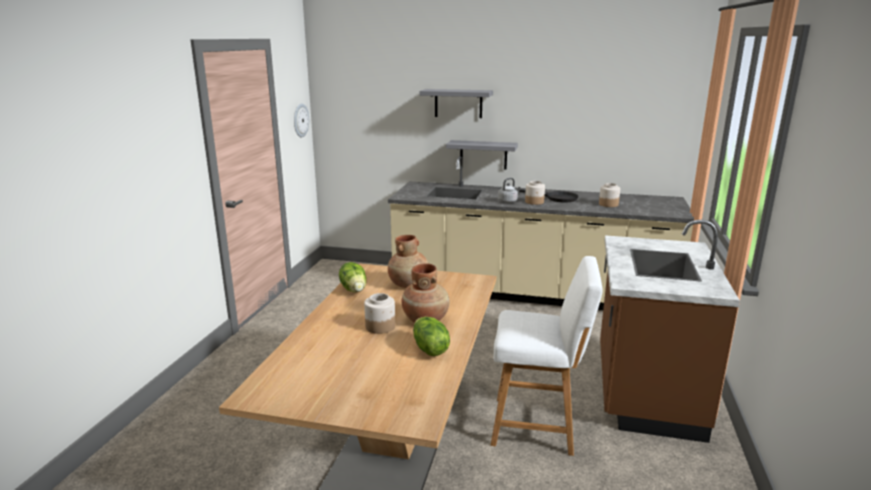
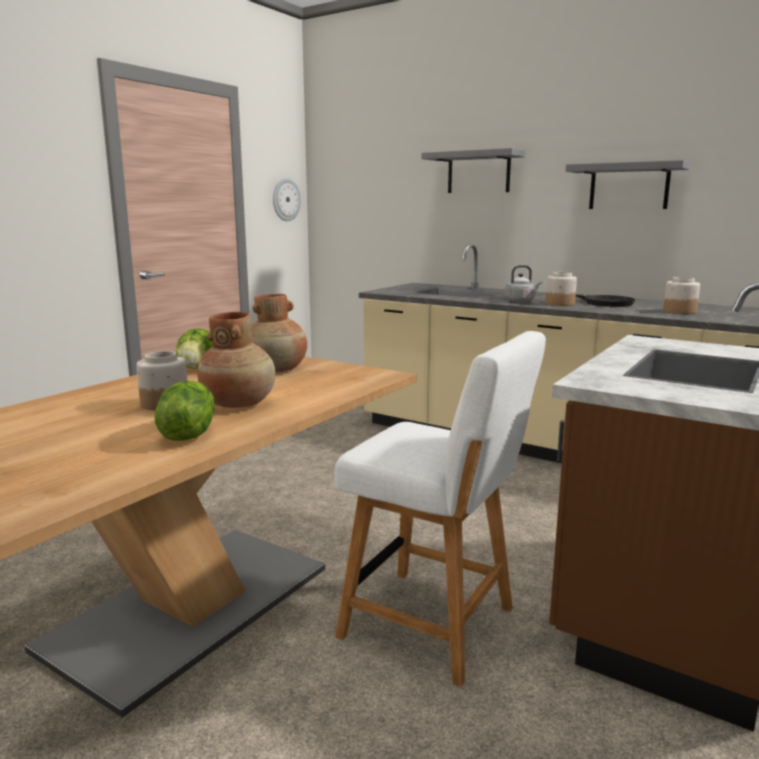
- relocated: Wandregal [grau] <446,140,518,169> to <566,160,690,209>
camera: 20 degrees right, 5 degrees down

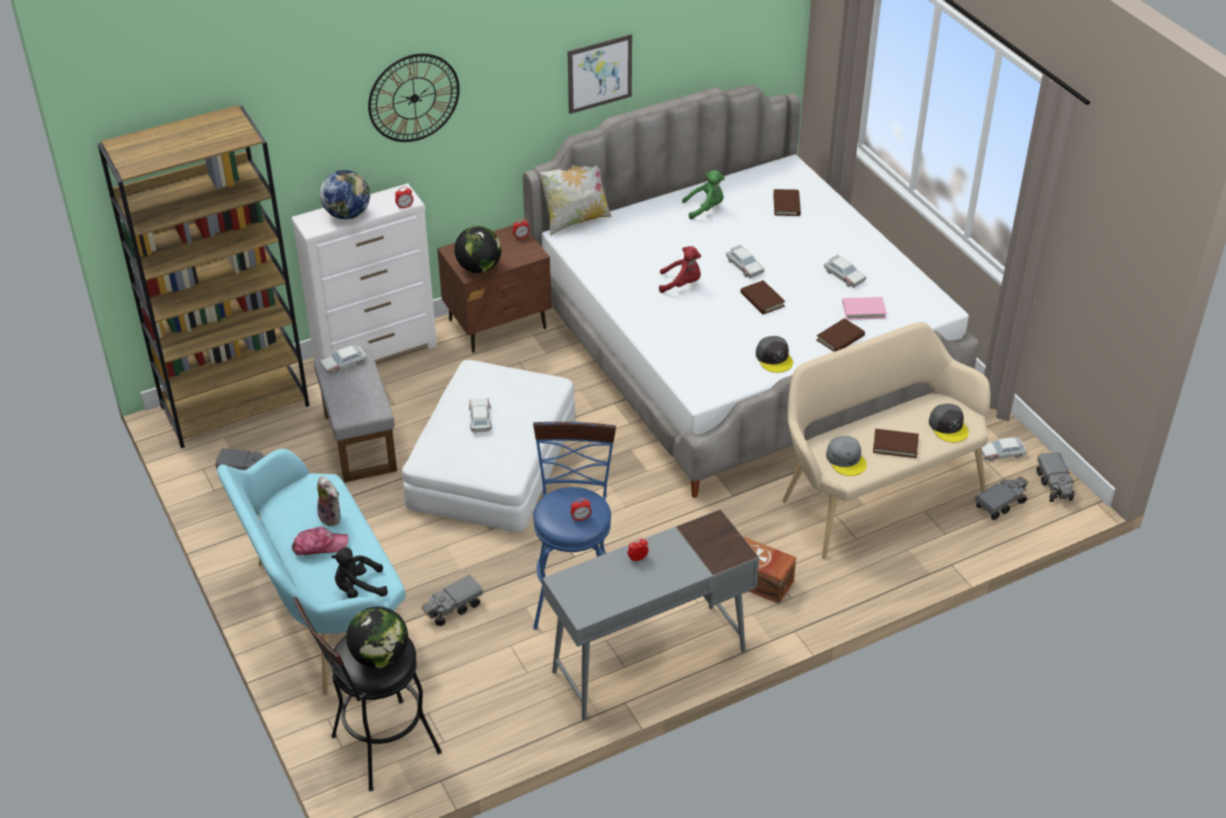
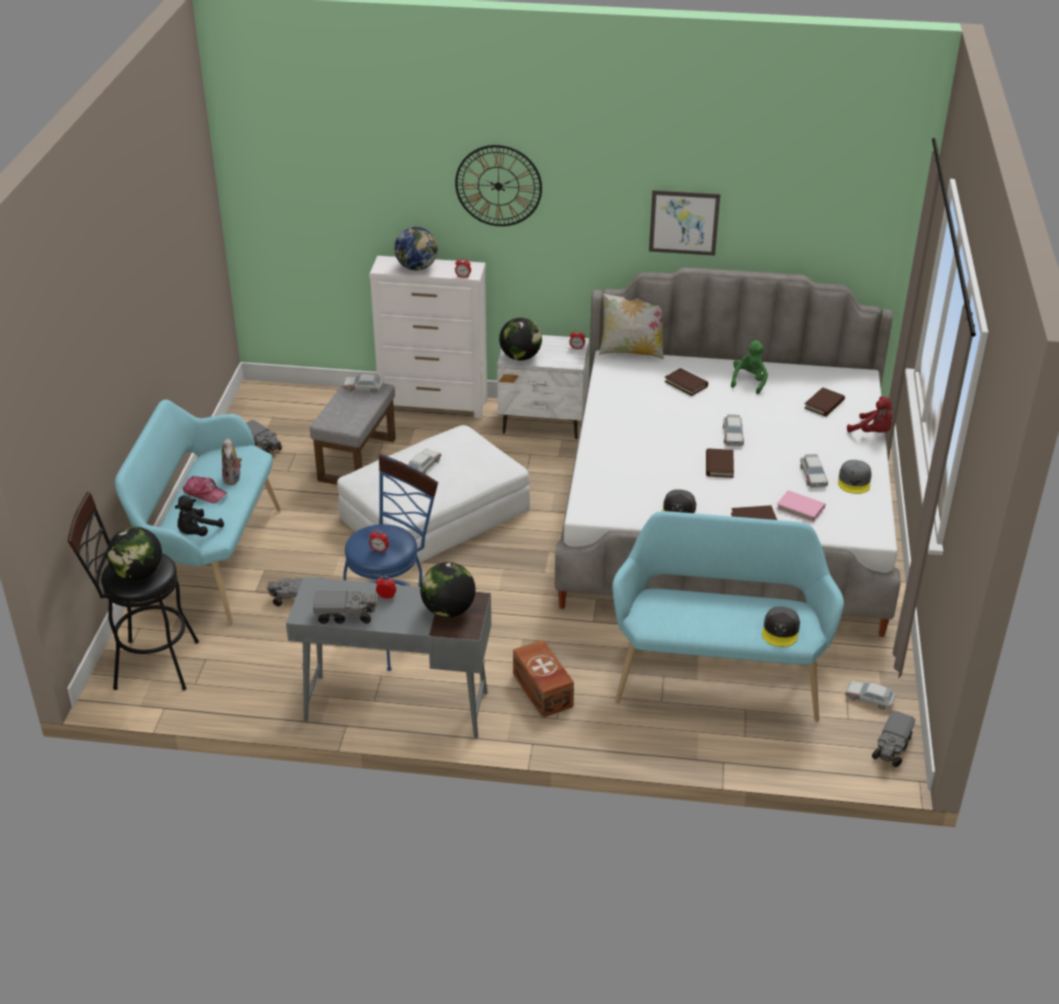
- spun: Plüschtier [schwarz] <332,547,388,598> = <175,496,224,536> 75 degrees counterclockwise
- relocated: Spielzeuglaster <975,475,1029,520> to <313,591,379,624>
- appeared: Globus <420,562,476,617>
- colour: Nachttisch [braun] <437,225,551,353> to Nachttisch [weiß] <497,335,589,439>
- colour: Bank [beige] <783,322,990,559> to Bank [türkis] <612,511,844,722>
- relocated: Buch [braun] <873,429,919,458> to <664,368,708,396>
- spun: Plüschtier [grün] <682,170,725,219> = <731,340,768,394> 90 degrees counterclockwise
- relocated: Kappe [grau] <826,436,867,476> to <838,460,872,494>
- relocated: Plüschtier [rot] <659,246,701,293> to <847,396,892,433>
- missing: Bücherregal [braun] <98,105,310,448>
camera: 35 degrees right, 5 degrees down

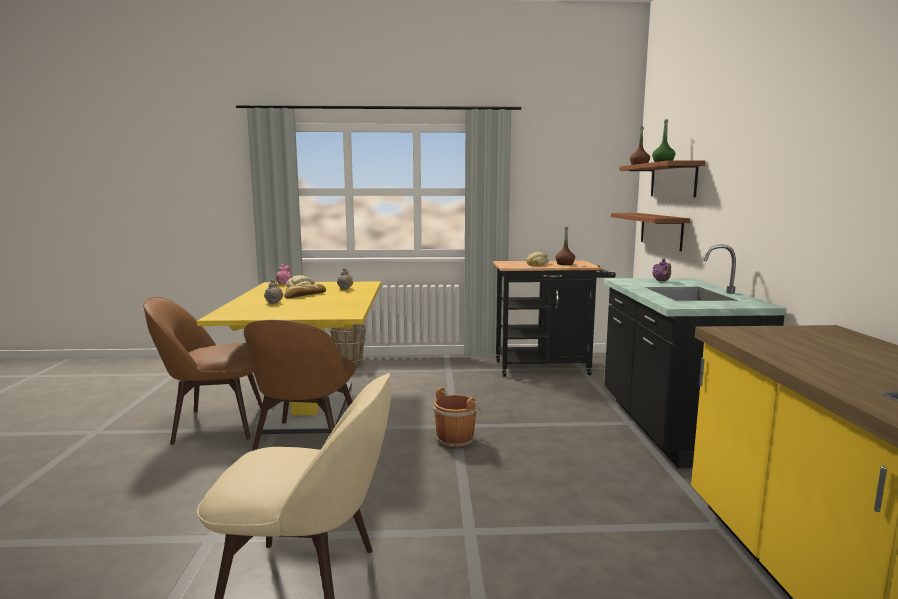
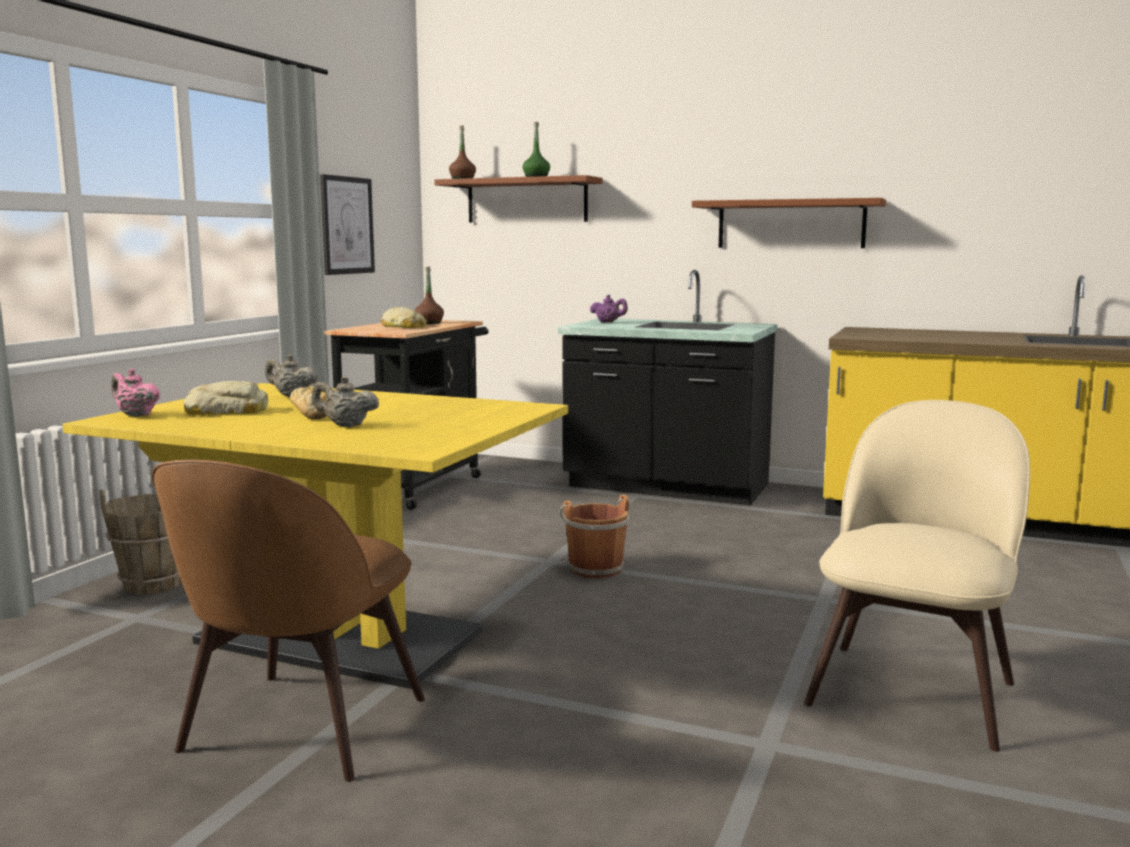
- appeared: Bild <320,174,375,275>
- relocated: Wandregal [braun] <611,213,690,251> to <692,198,887,248>
- missing: Stuhl [braun] <244,320,356,451>
camera: 65 degrees left, 0 degrees up

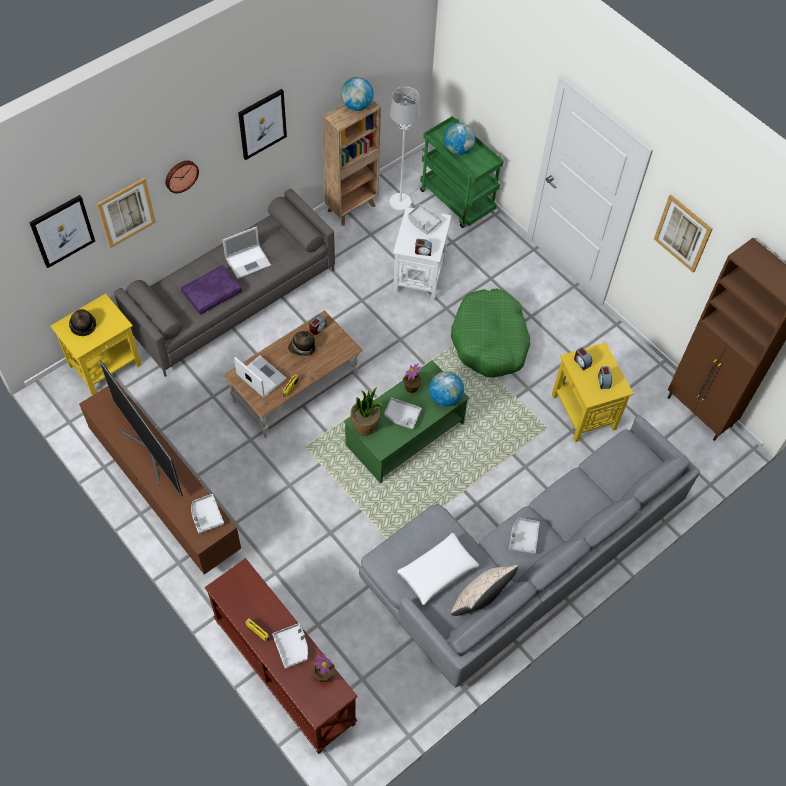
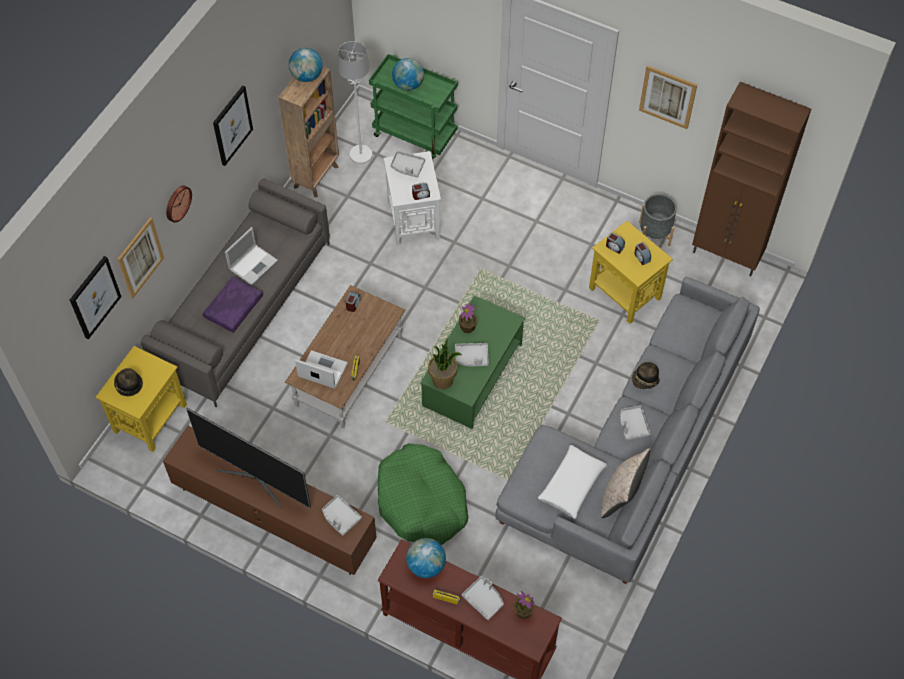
- relocated: Hundebett [grün] <451,288,530,378> to <378,443,468,545>
- relocated: Globus <429,371,464,406> to <406,538,446,578>
- relocated: Hut <288,331,315,356> to <632,362,659,389>
- appeared: Pflanzkübel [grau] <639,194,677,246>
camera: 20 degrees left, 0 degrees up

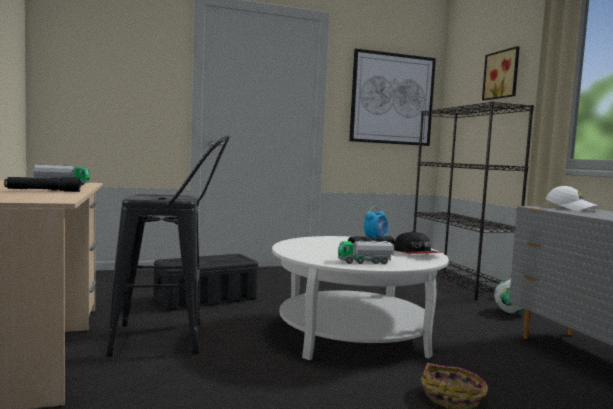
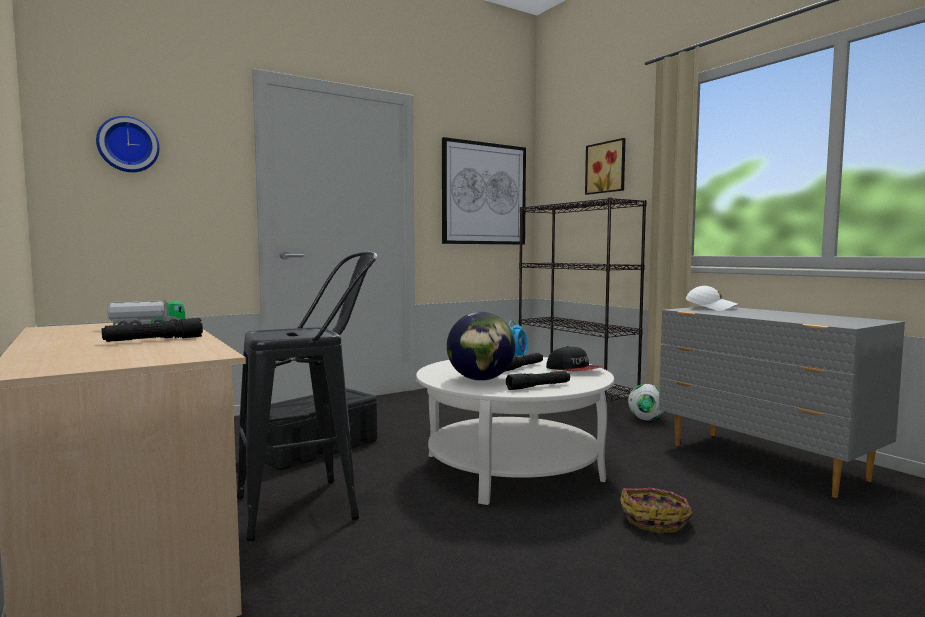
- appeared: Wanduhr <96,116,160,172>
- appeared: Globus <447,312,515,381>
- exchanged: Spielzeuglaster <338,241,394,264> to Taschenlampe [schwarz] <506,371,570,390>
camera: 15 degrees left, 0 degrees up

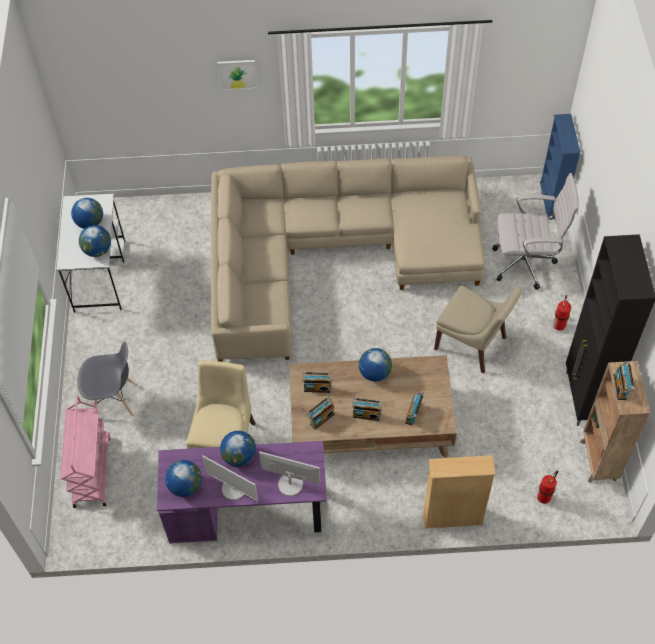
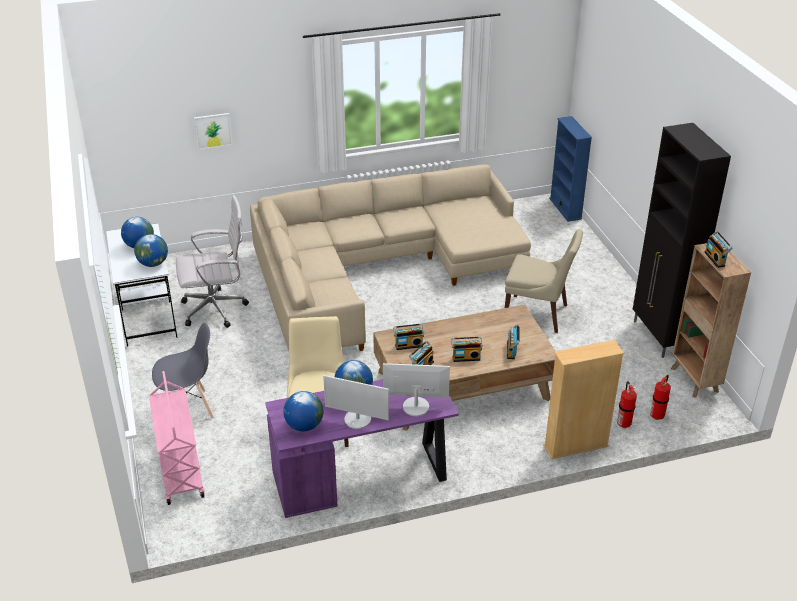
- relocated: Bürostuhl [weiß] <492,173,579,290> to <176,195,249,328>
- relocated: Bild <217,60,257,91> to <194,113,233,150>
- relocated: Feuerlöscher <553,295,571,331> to <617,381,637,428>
- missing: Globus <359,348,392,381>
camera: 15 degrees left, 20 degrees down

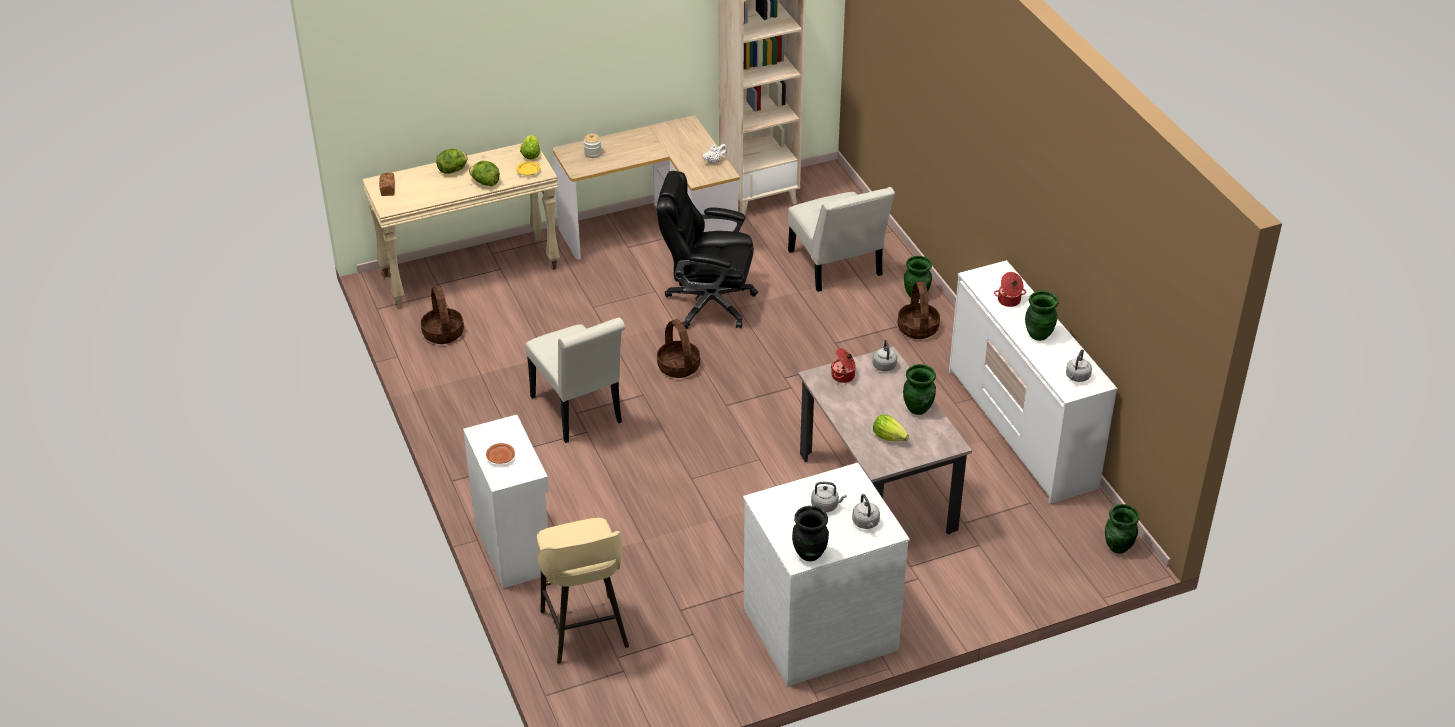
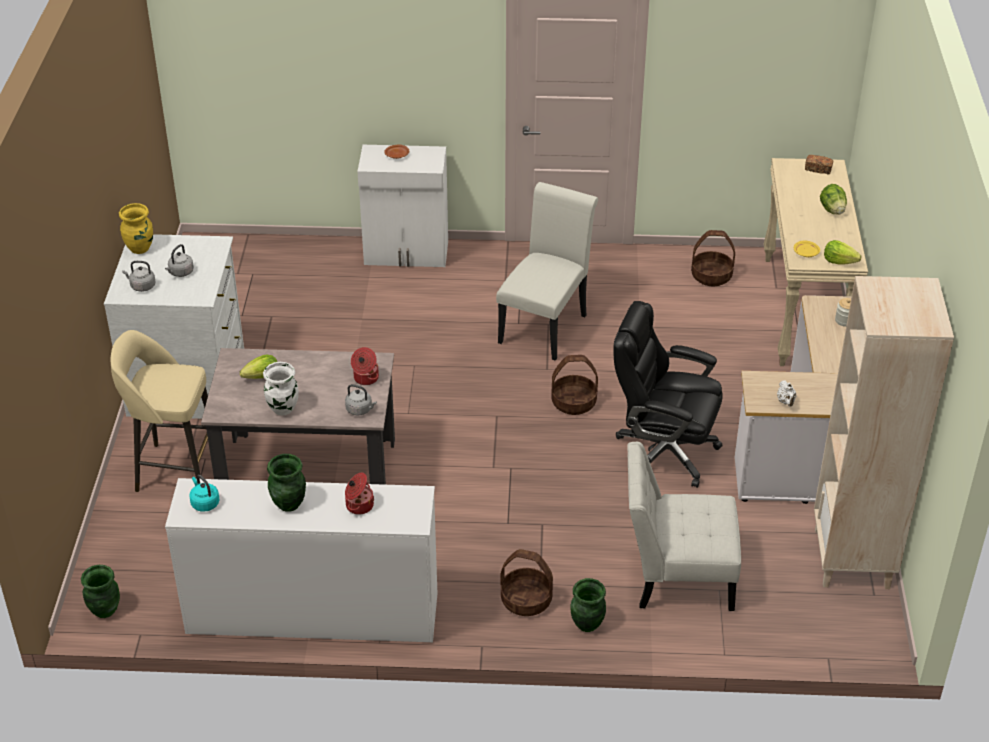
- relocated: Hocker [beige] <537,518,629,664> to <111,330,208,492>
- colour: Vase [schwarz] <792,506,829,561> to Vase [gelb] <119,203,153,254>
- colour: Wasserkessel [grau] <1066,349,1092,382> to Wasserkessel [türkis] <189,475,220,512>
- colour: Vase [grün] <903,364,936,415> to Vase [weiß] <263,362,299,416>
- spun: Stuhl [weiß] <525,318,625,443> = <496,182,598,361> 120 degrees clockwise
- spun: Bürostuhl [schwarz] <657,171,758,329> = <614,301,723,488> 105 degrees counterclockwise
- missing: Salatkopf <469,161,500,186>
camera: 115 degrees right, 0 degrees up

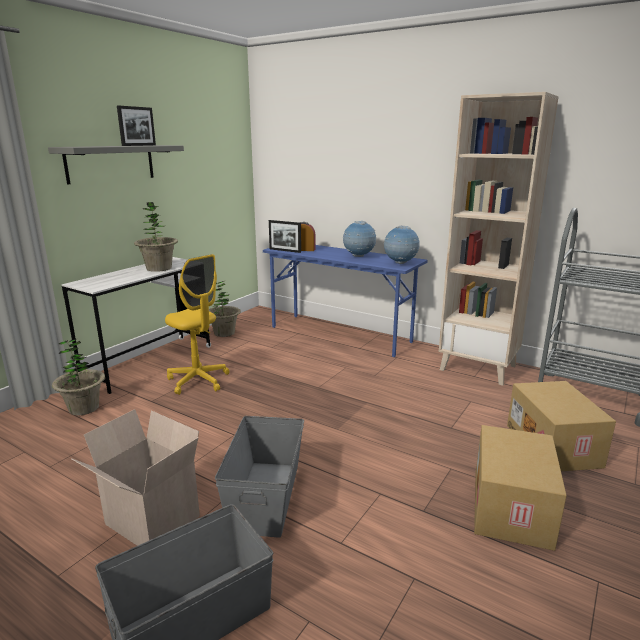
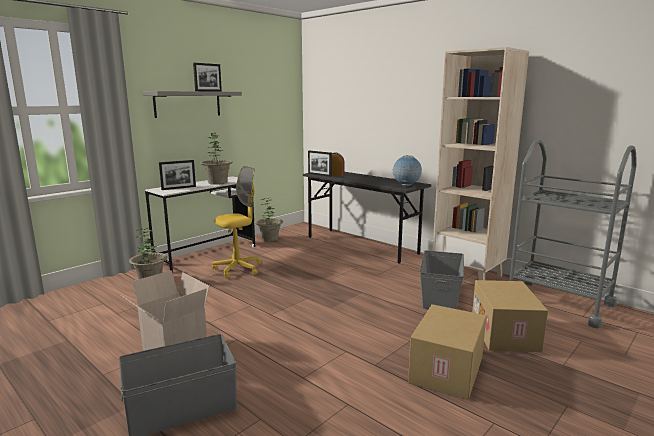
- appeared: Bilderrahmen <159,160,196,190>
- spun: Bürostuhl [gelb] <165,254,230,395> = <212,166,261,278> 90 degrees counterclockwise
- colour: Schreibtisch [blau] <263,245,428,357> to Schreibtisch [grau] <303,172,431,264>
- relocated: Aufbewahrungsbox [grau] <215,416,304,538> to <419,250,464,309>
- missing: Globus <343,221,376,257>
camera: 10 degrees right, 5 degrees down

